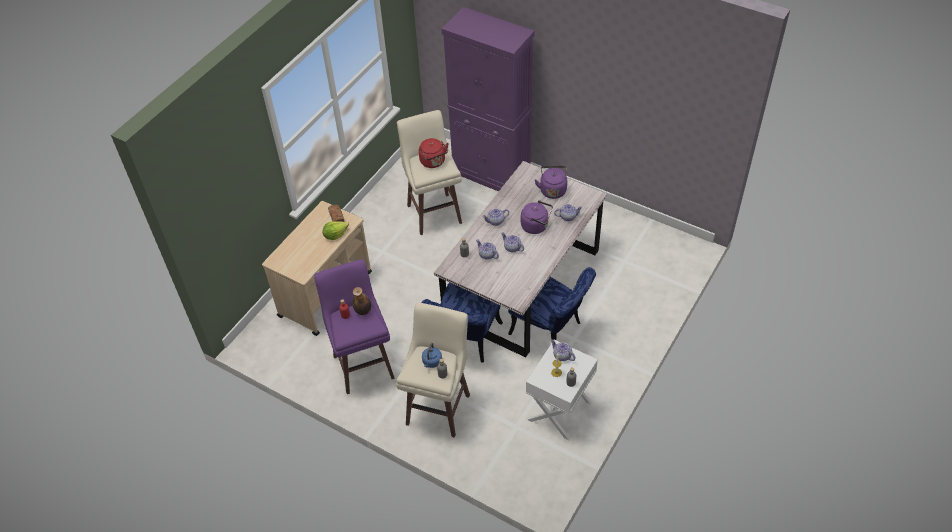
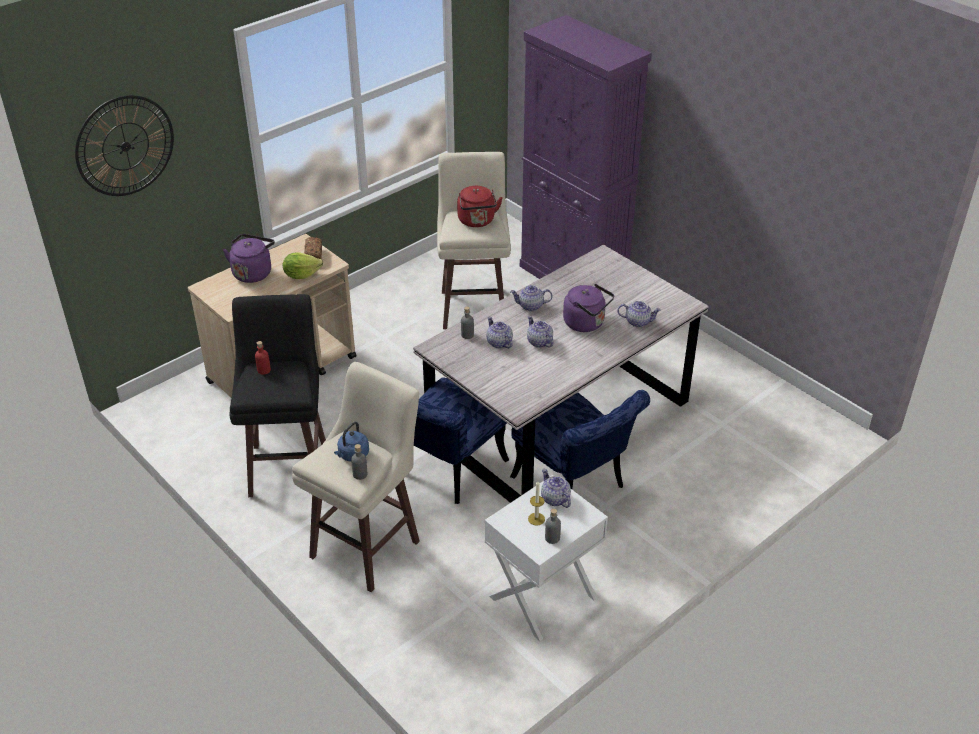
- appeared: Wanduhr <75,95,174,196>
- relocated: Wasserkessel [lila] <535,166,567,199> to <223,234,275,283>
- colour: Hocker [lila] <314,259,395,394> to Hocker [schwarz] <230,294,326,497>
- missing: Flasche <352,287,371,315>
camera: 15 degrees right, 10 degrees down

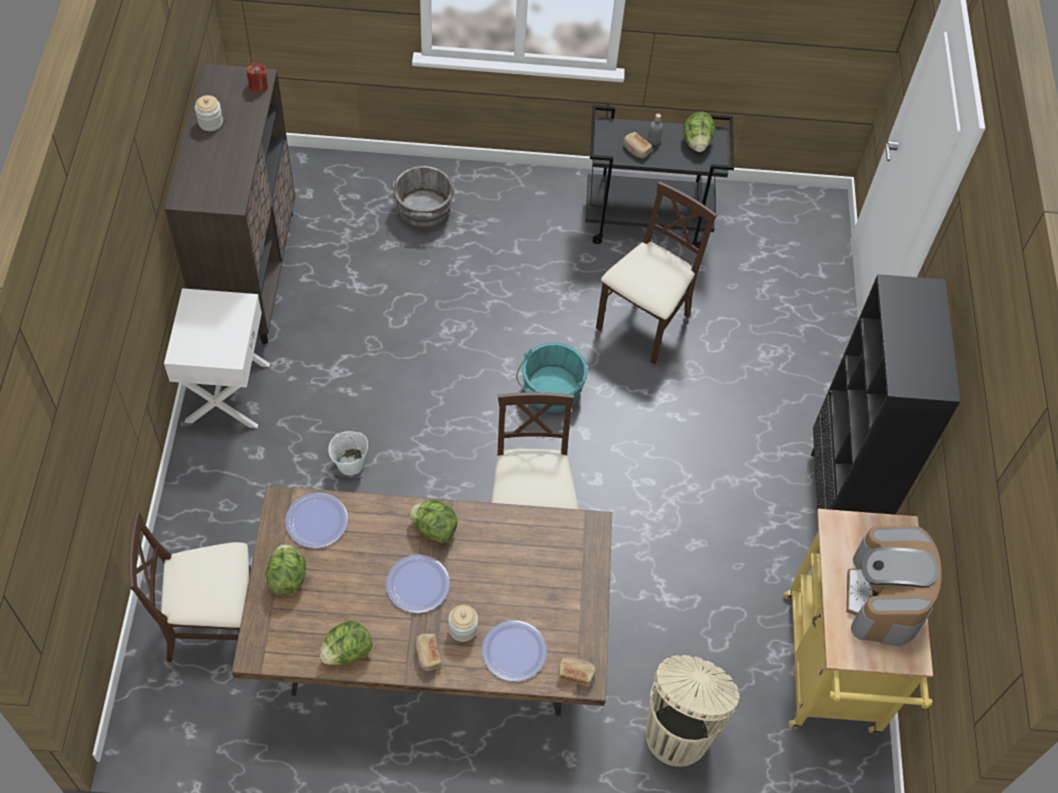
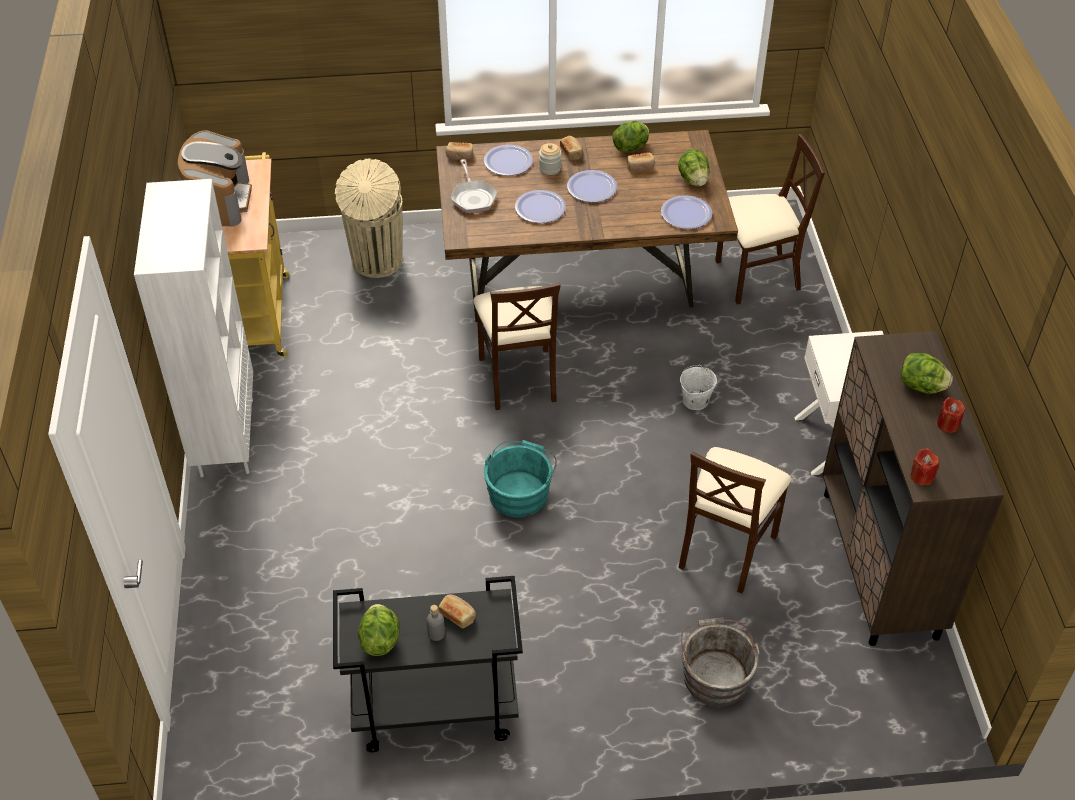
- colour: Bücherregal [schwarz] <811,274,960,515> to Bücherregal [weiß] <134,179,253,477>
- appeared: Pfanne <450,159,498,213>
- appeared: Teller <515,190,566,223>
- appeared: Brot <627,153,655,172>
- relocated: Stuhl [beige] <596,181,717,365> to <678,447,792,594>
- relocated: Salatkopf <409,500,457,543> to <900,353,953,393>
- exchanged: Vorratsglas <195,95,223,131> to Kerze [rot] <937,397,965,433>
camera: 175 degrees right, 10 degrees down

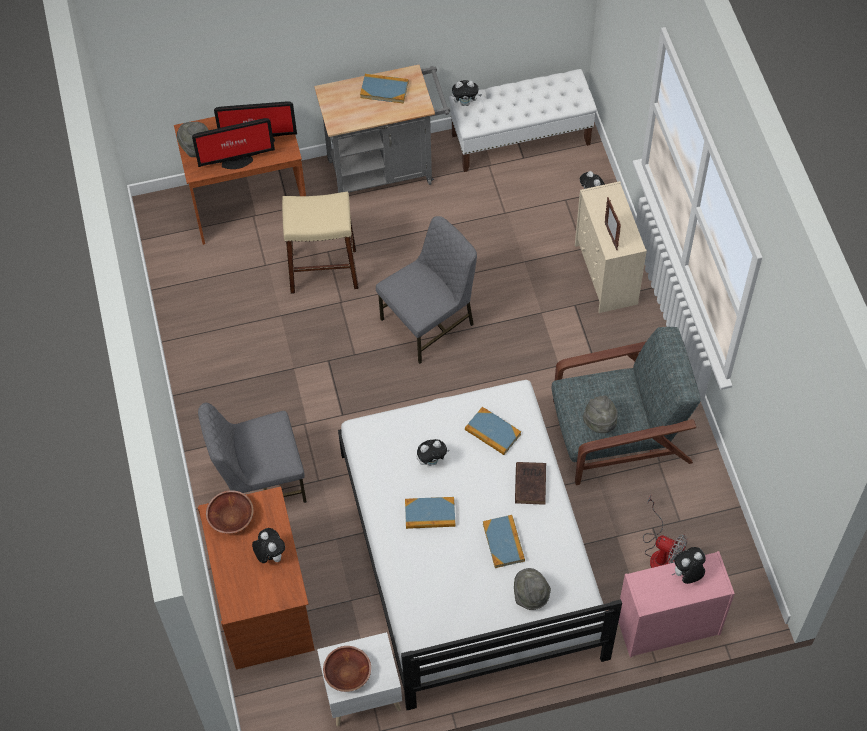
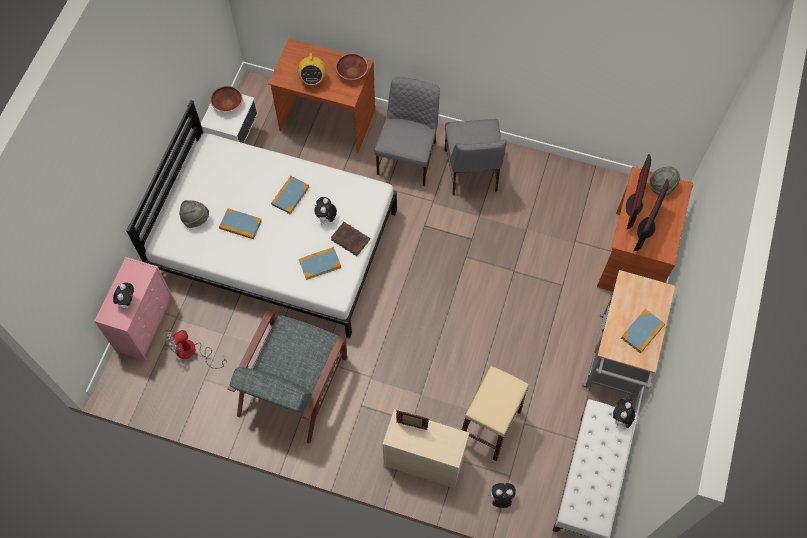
- exchanged: Plüschtier <252,528,285,563> to Radio <297,53,326,86>
- relocated: Buch [braun] <515,462,546,505> to <331,222,370,256>
- relocated: Stuhl [grau] <376,216,477,364> to <444,119,507,195>
- relocated: Hocker [beige] <282,192,359,294> to <462,366,529,461>
- missing: Hut [grau] <583,395,618,433>
camera: 120 degrees right, 5 degrees up

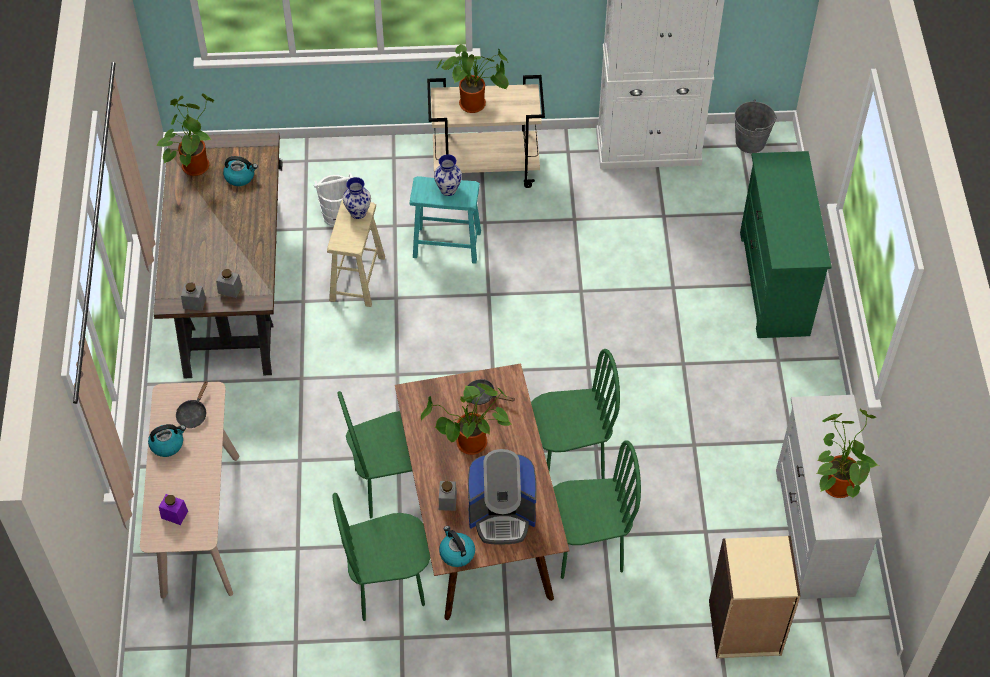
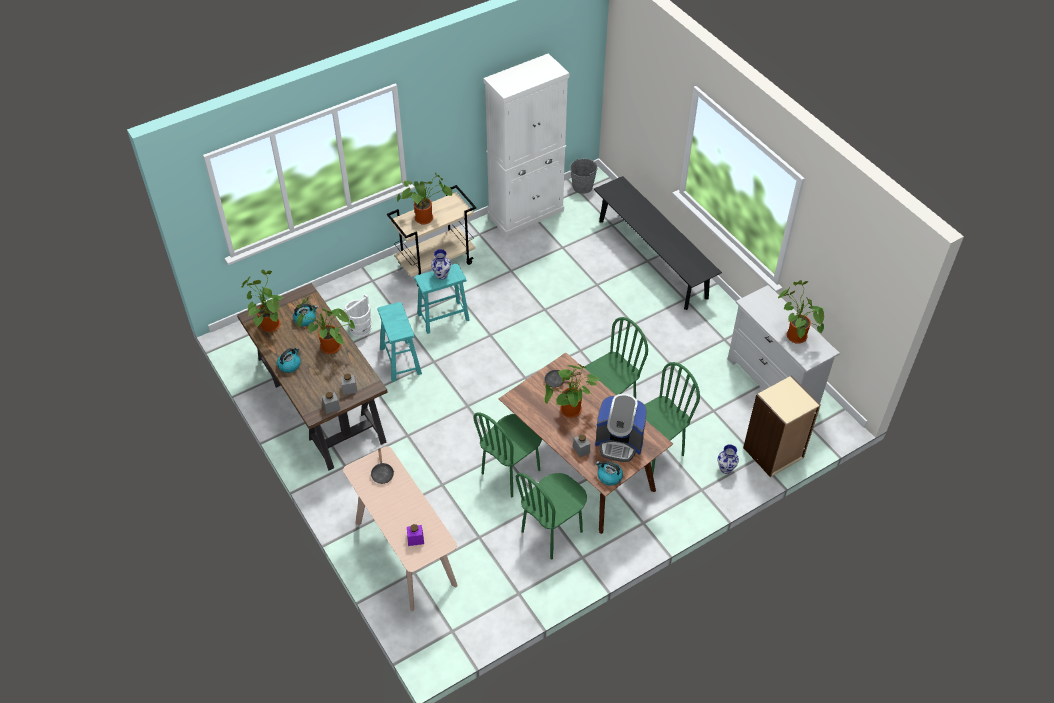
- relocated: Wasserkessel <148,424,186,457> to <277,347,301,373>
- appeared: Topfpflanze <297,297,355,354>
- colour: Hocker [beige] <327,200,385,307> to Hocker [türkis] <378,302,422,382>
- exchanged: Kommode [grün] <740,151,832,338> to Bank [schwarz] <594,176,722,310>
- spun: Kaffeemaschine <468,449,537,545> = <595,394,647,462> 45 degrees clockwise
- relocated: Vase <343,177,371,219> to <718,444,739,474>
camera: 30 degrees left, 5 degrees down

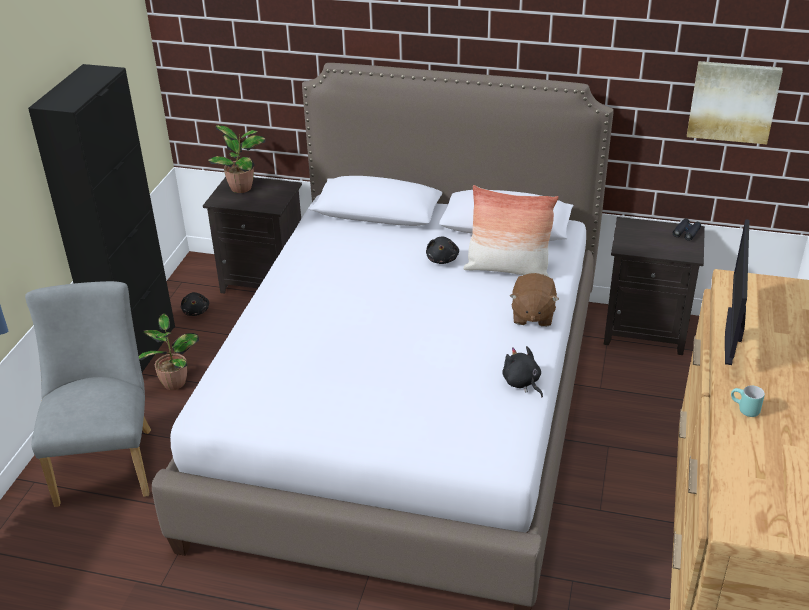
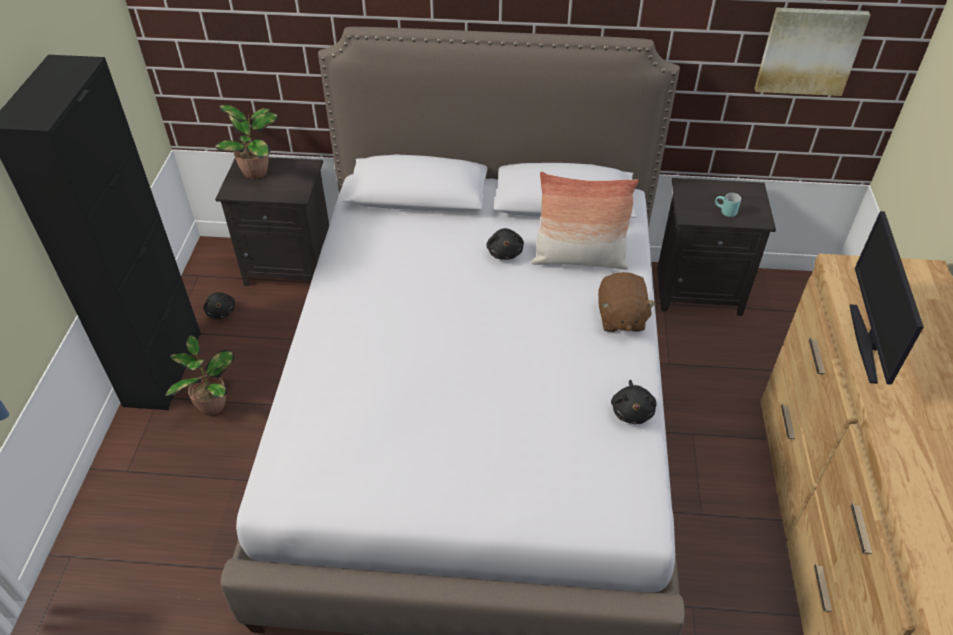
- spun: Plüschtier [schwarz] <502,346,543,397> = <611,380,657,424> 135 degrees counterclockwise
- relocated: Henkelbecher [türkis] <731,385,765,417> to <715,193,741,217>
- missing: Stuhl [grau] <25,281,151,507>
- missing: Fernglas [schwarz] <673,218,701,241>
camera: 10 degrees left, 10 degrees up

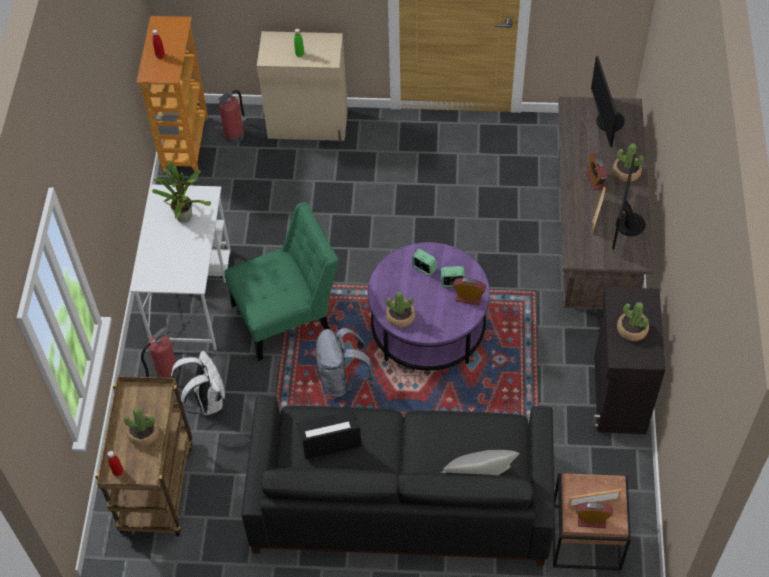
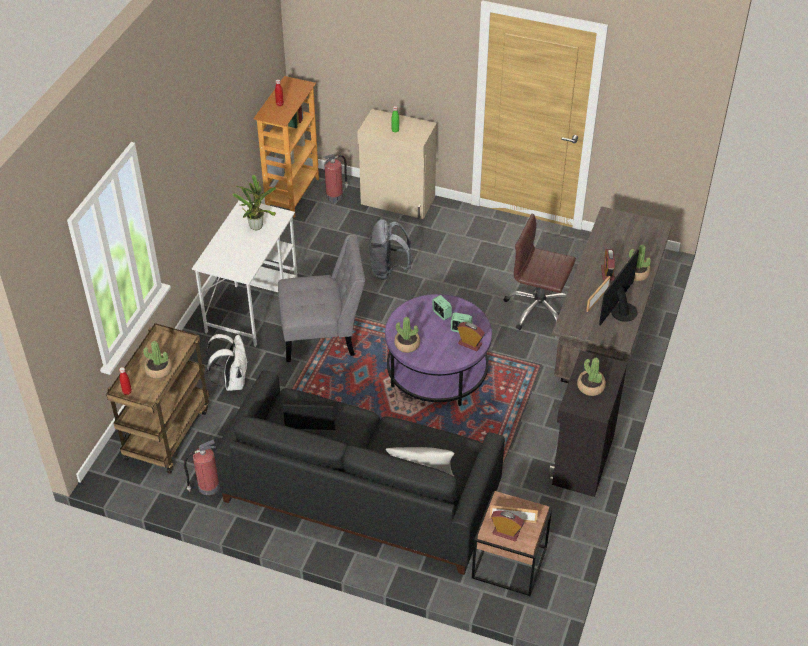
- relocated: Feuerlöscher <141,325,179,378> to <184,440,220,495>
- colour: Stuhl [grün] <224,202,339,361> to Stuhl [grau] <278,234,365,362>
- relocated: Rucksack [grau] <315,328,374,397> to <369,219,411,280>
- appeared: Bürostuhl [braun] <503,214,576,330>
- missing: Monitor <591,55,625,147>
camera: 15 degrees right, 10 degrees down

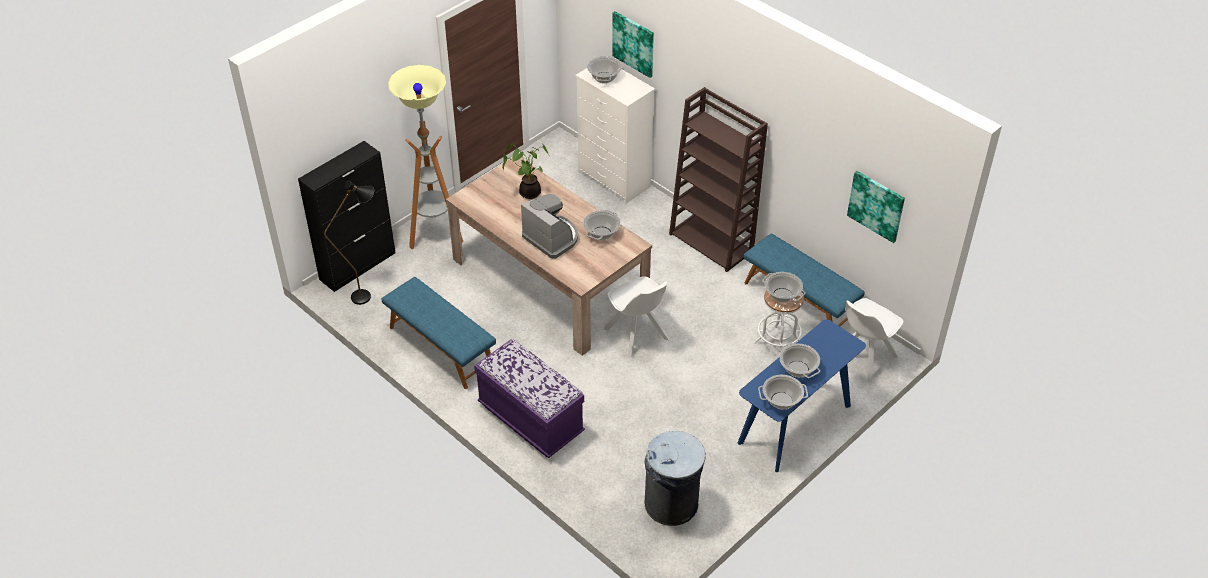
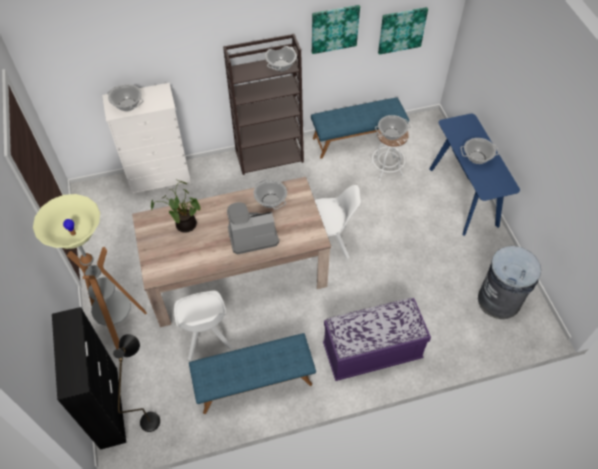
- relocated: Stuhl [weiß] <845,298,904,383> to <174,290,232,361>
- relocated: Kochtopf <758,375,808,409> to <265,45,297,71>
- relocated: Bild <612,11,654,78> to <312,5,360,54>
camera: 60 degrees left, 10 degrees up

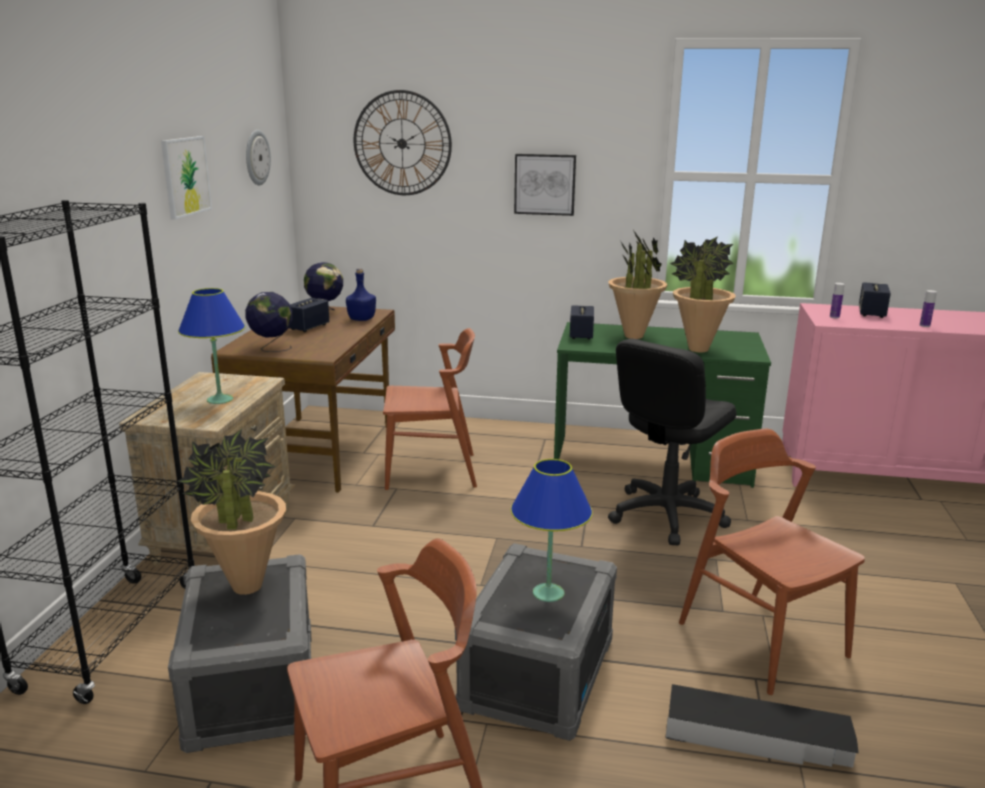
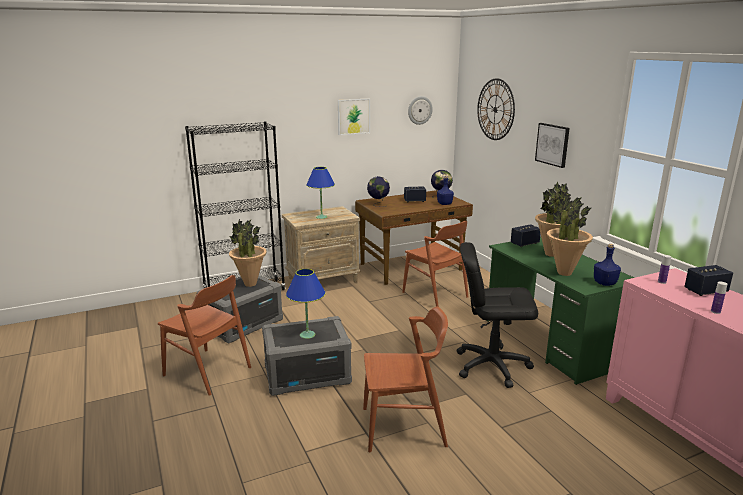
- spun: Stuhl [braun] <679,429,865,695> = <363,306,448,452> 60 degrees clockwise
- appeared: Flasche [blau] <594,244,621,286>
- missing: Aufbewahrungsbox [schwarz] <666,684,859,768>
camera: 55 degrees right, 0 degrees up

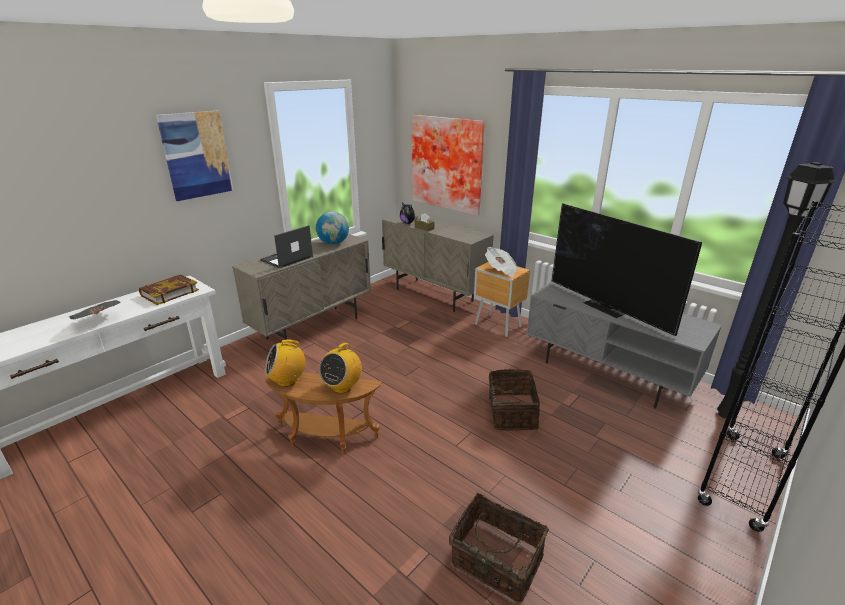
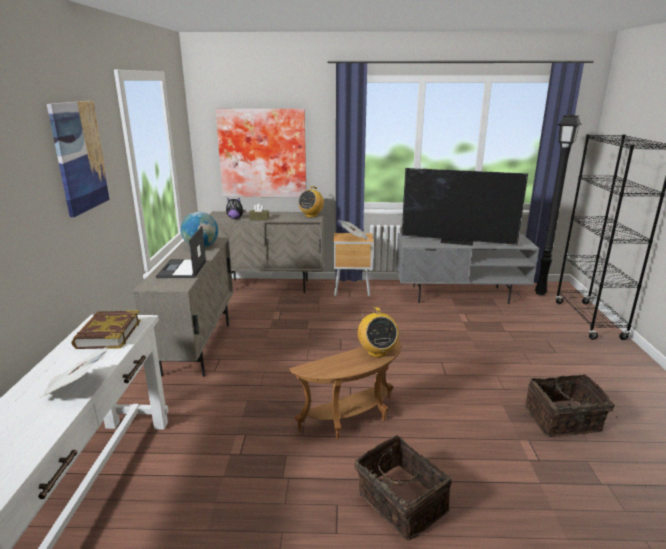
- relocated: Radio <265,339,306,387> to <298,186,324,217>
- relocated: Korb <489,369,540,431> to <355,435,452,541>
camera: 40 degrees left, 5 degrees down

